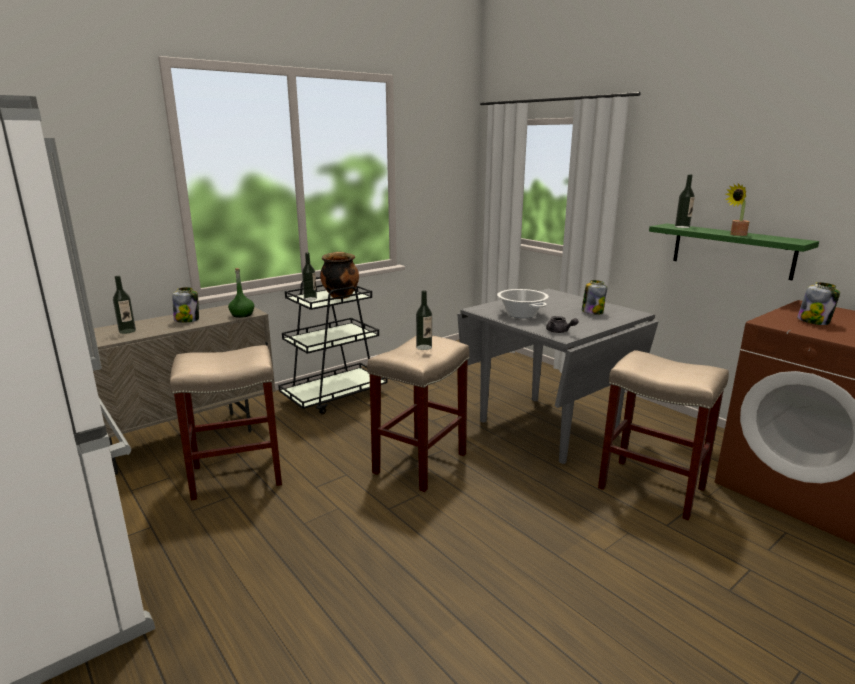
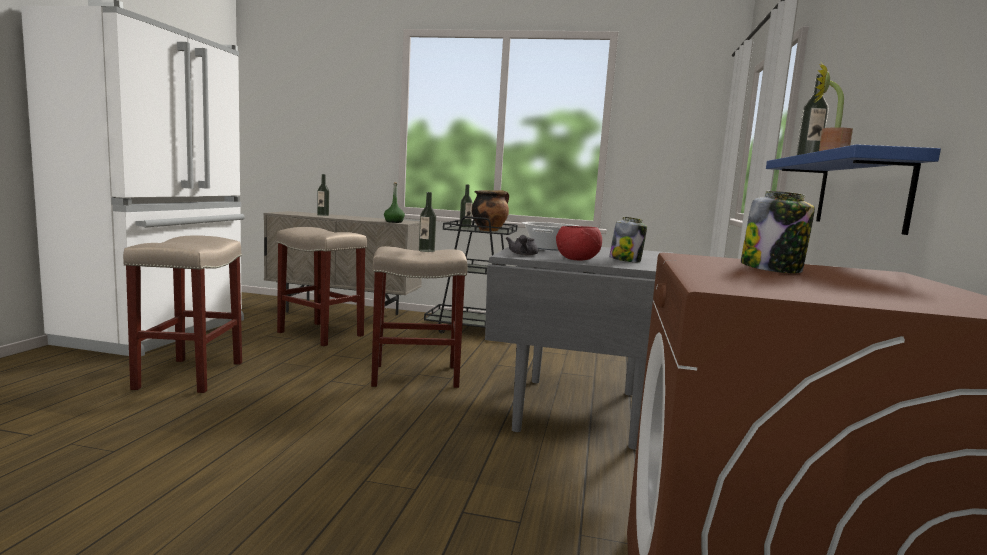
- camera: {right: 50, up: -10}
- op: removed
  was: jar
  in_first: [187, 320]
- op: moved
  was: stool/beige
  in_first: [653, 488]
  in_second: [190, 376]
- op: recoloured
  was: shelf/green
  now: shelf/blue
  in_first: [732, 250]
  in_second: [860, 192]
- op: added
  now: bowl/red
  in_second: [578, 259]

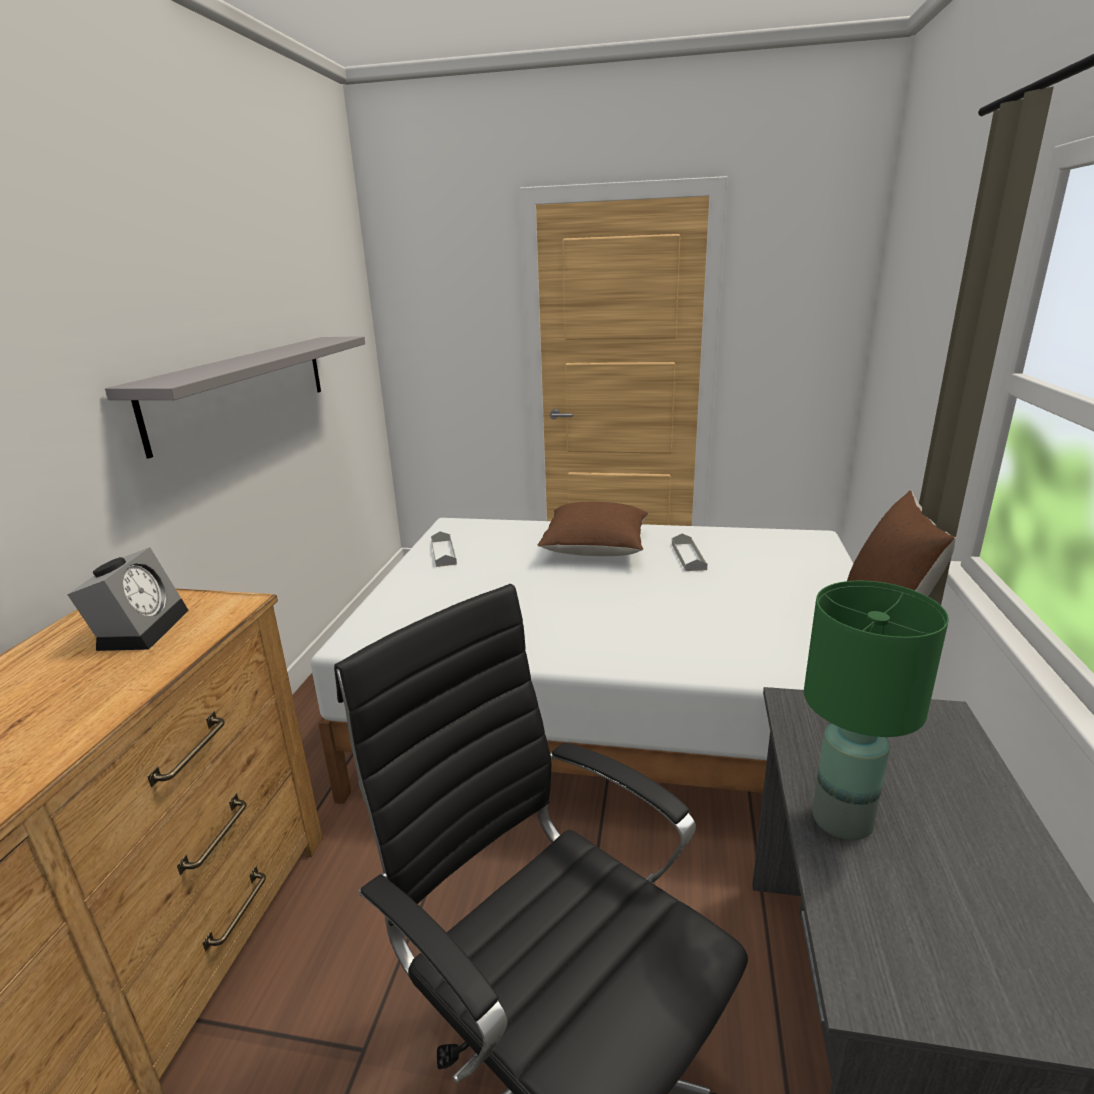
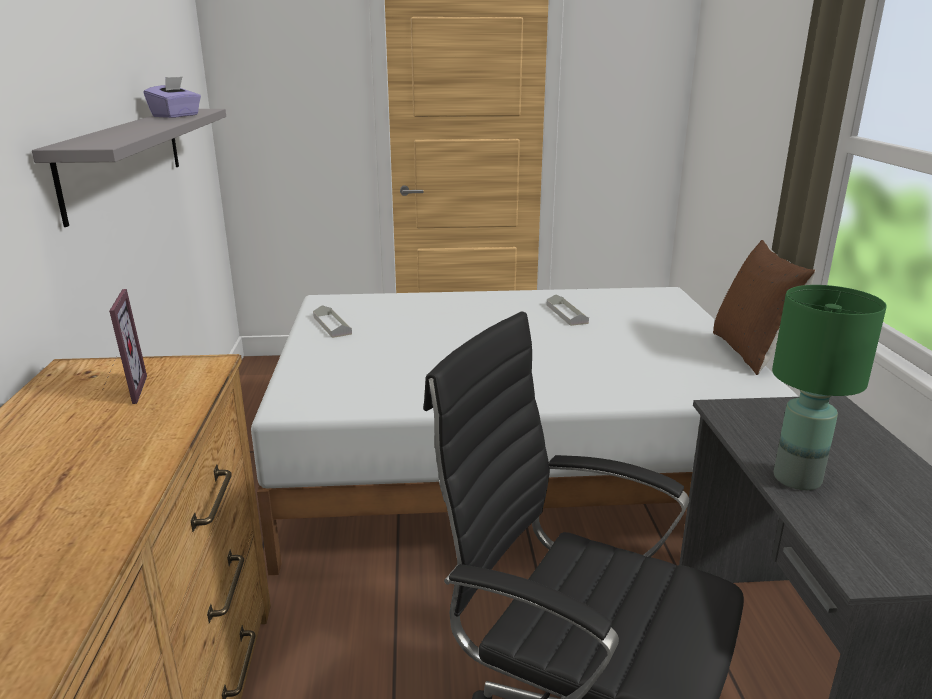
- camera: {right: -15, up: 0}
- op: replaced
  was: alarm clock
  now: picture frame
  in_first: [141, 628]
  in_second: [122, 391]
- op: removed
  was: pillow/brown
  in_first: [595, 548]
- op: added
  now: tissue box/purple
  in_second: [176, 116]

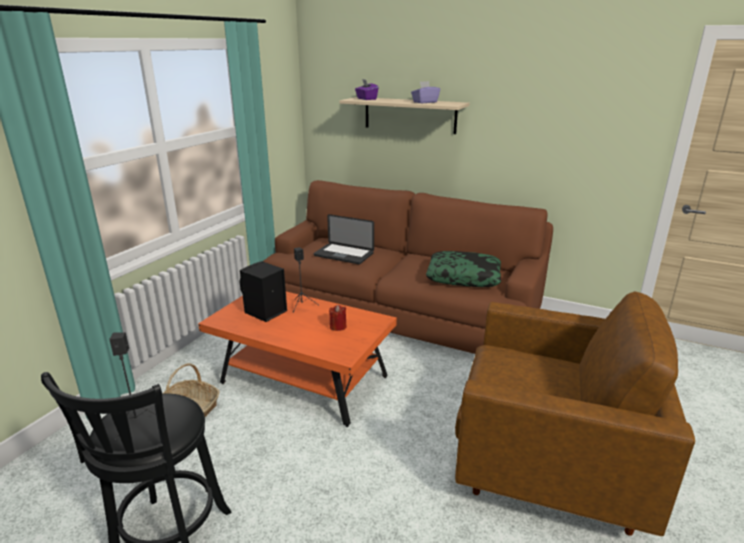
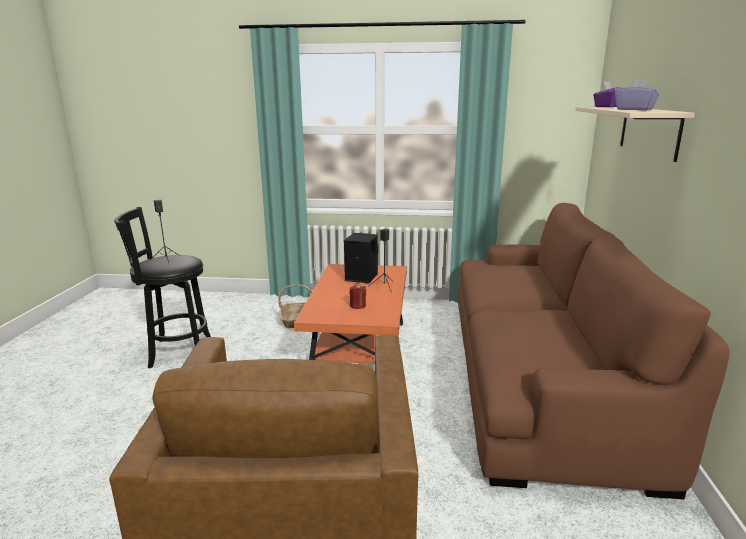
- camera: {right: 70, up: -5}
- op: removed
  was: laptop
  in_first: [343, 254]
- op: removed
  was: pillow
  in_first: [463, 277]

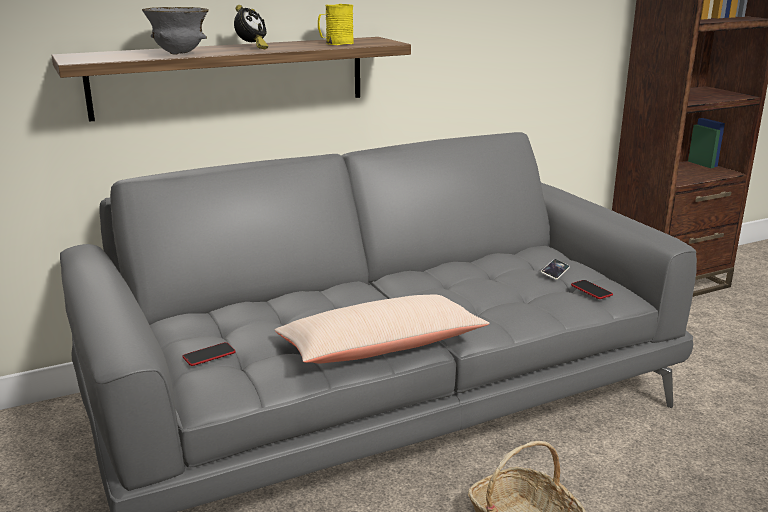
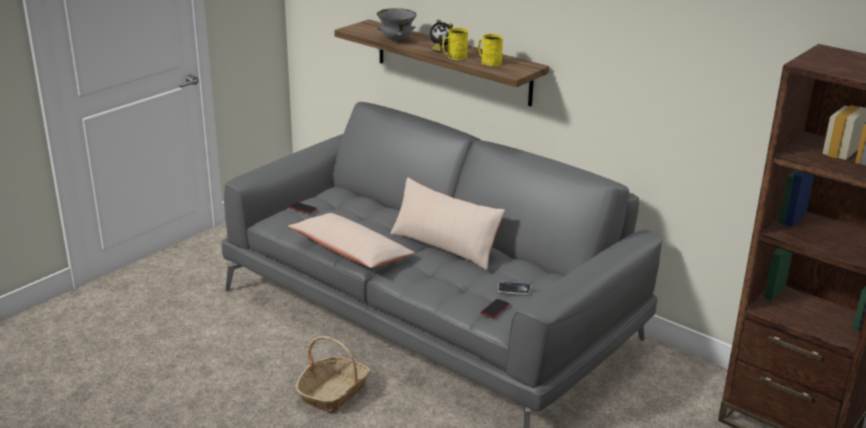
- camera: {right: 65, up: 5}
- op: added
  now: pillow/beige
  in_second: [445, 246]
- op: added
  now: mug/yellow
  in_second: [454, 57]

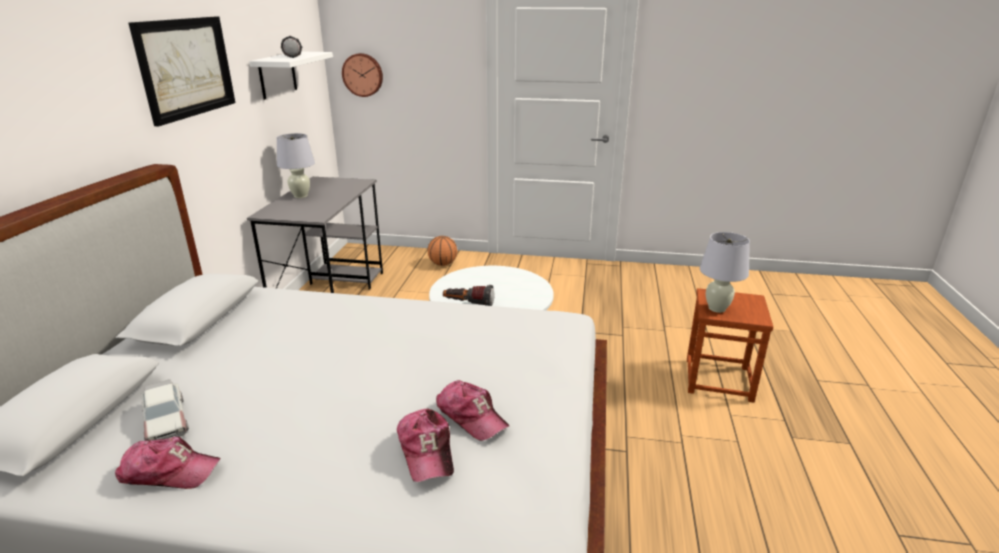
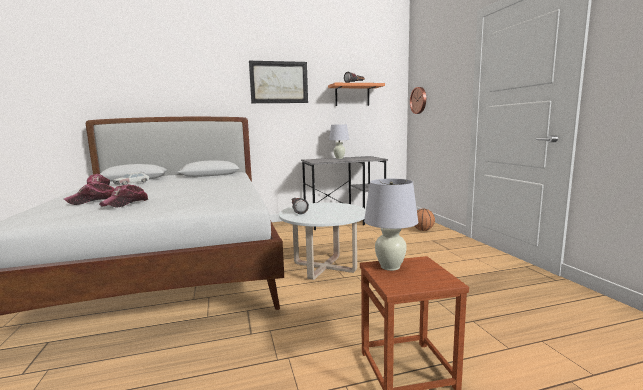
- camera: {right: 65, up: -15}
- op: recoloured
  was: shelf/white
  now: shelf/orange
  in_first: [277, 75]
  in_second: [352, 95]

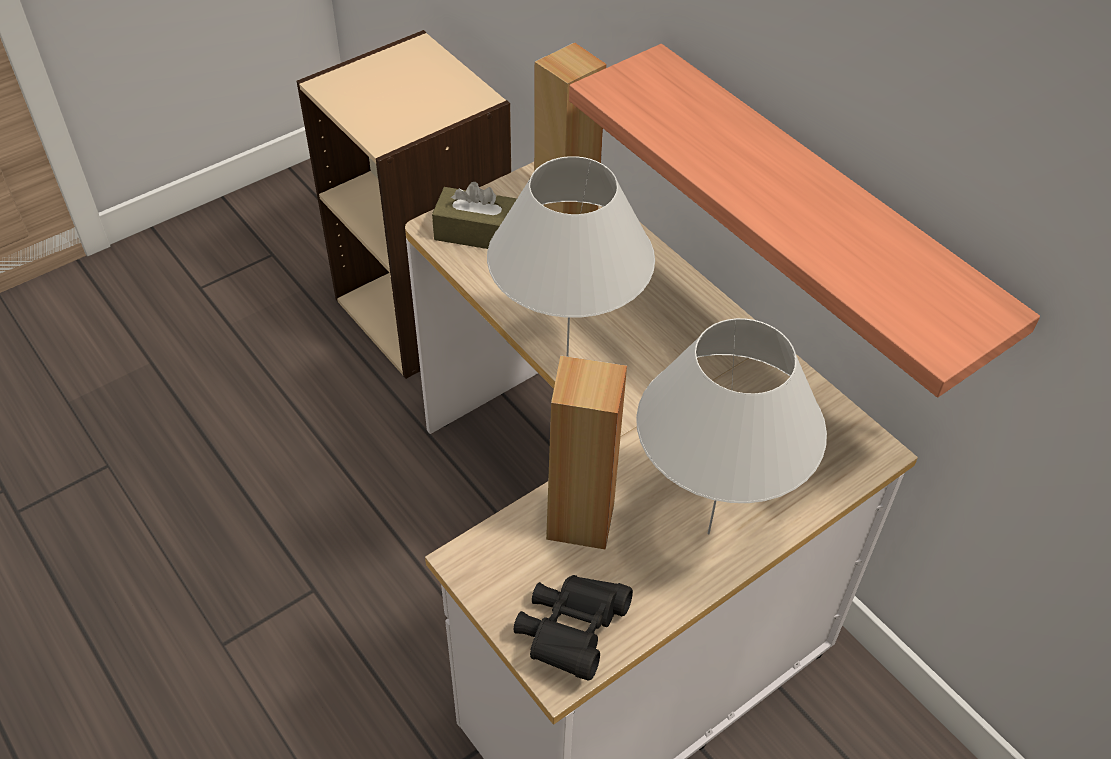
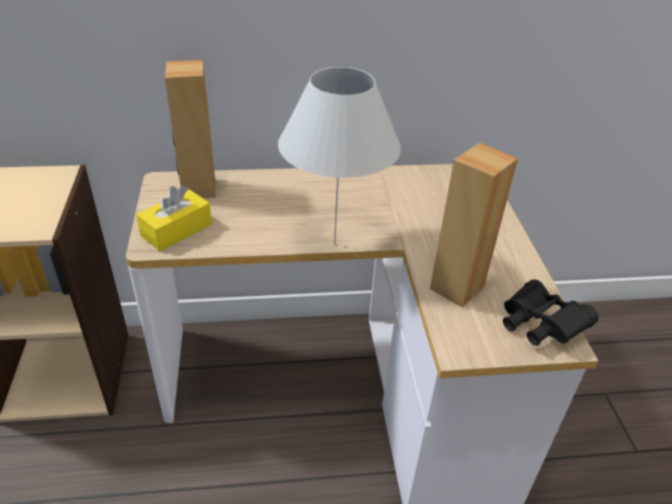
- camera: {right: -60, up: -10}
- op: recoloured
  was: tissue box/brown
  now: tissue box/yellow
  in_first: [478, 232]
  in_second: [176, 230]
- op: removed
  was: shelf
  in_first: [818, 212]
- op: removed
  was: table lamp/white
  in_first: [709, 533]

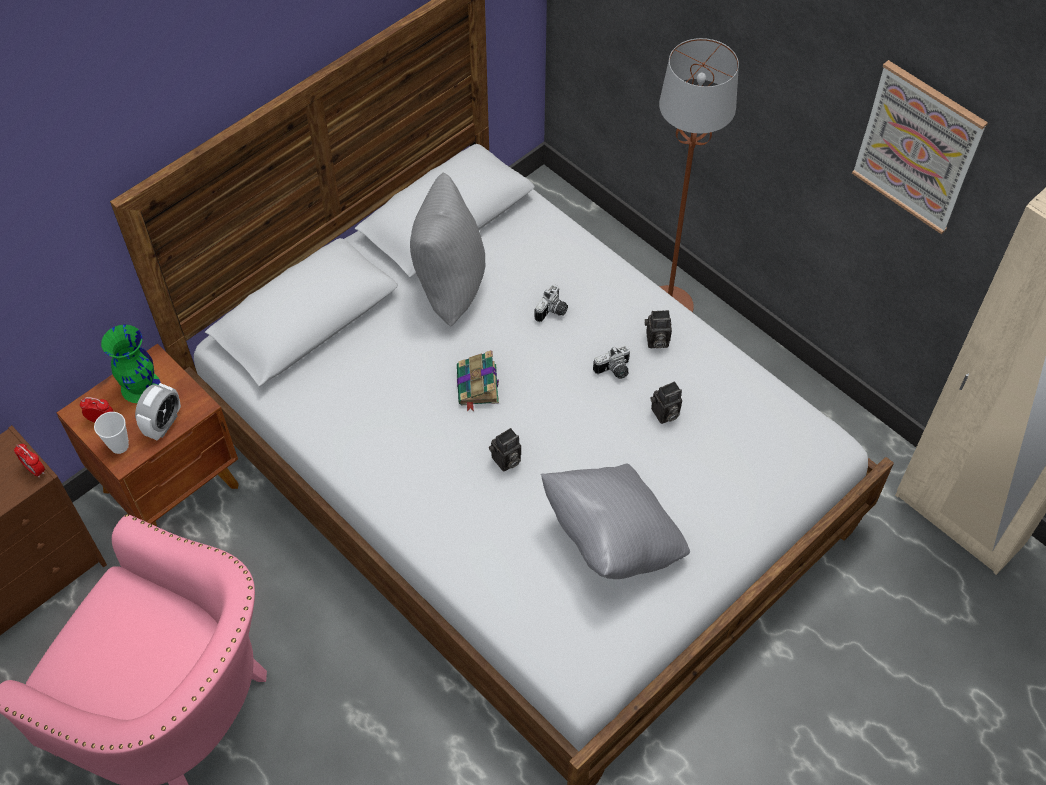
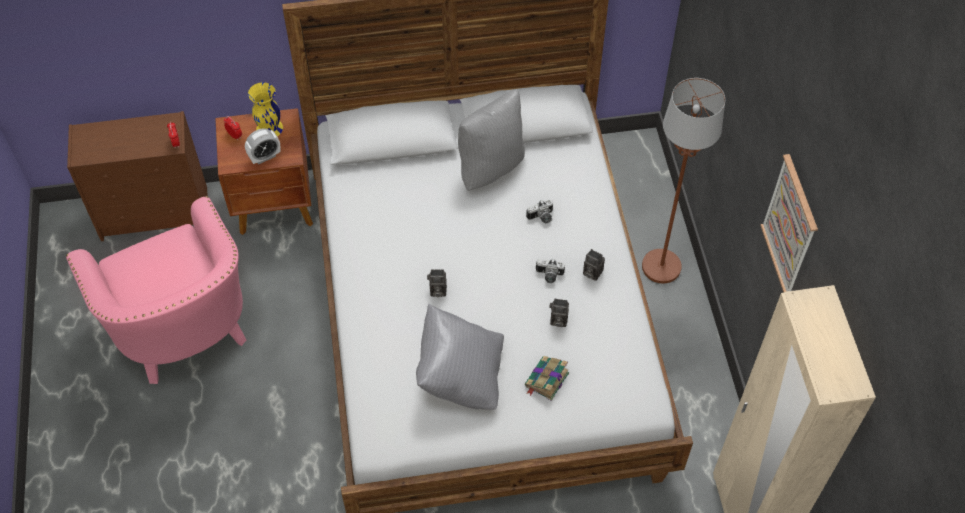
- camera: {right: 35, up: 0}
- op: removed
  was: cup
  in_first: [119, 446]
- op: recoloured
  was: vase/green
  now: vase/yellow
  in_first: [140, 387]
  in_second: [269, 128]
- op: moved
  was: book
  in_first: [477, 386]
  in_second: [546, 380]

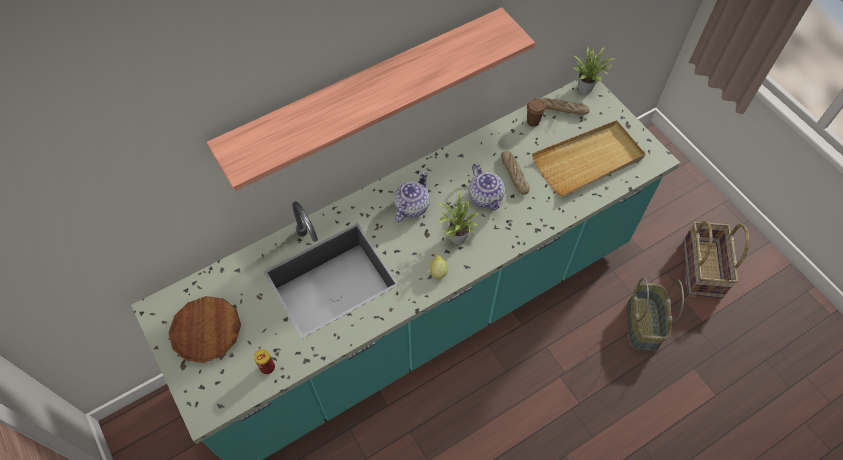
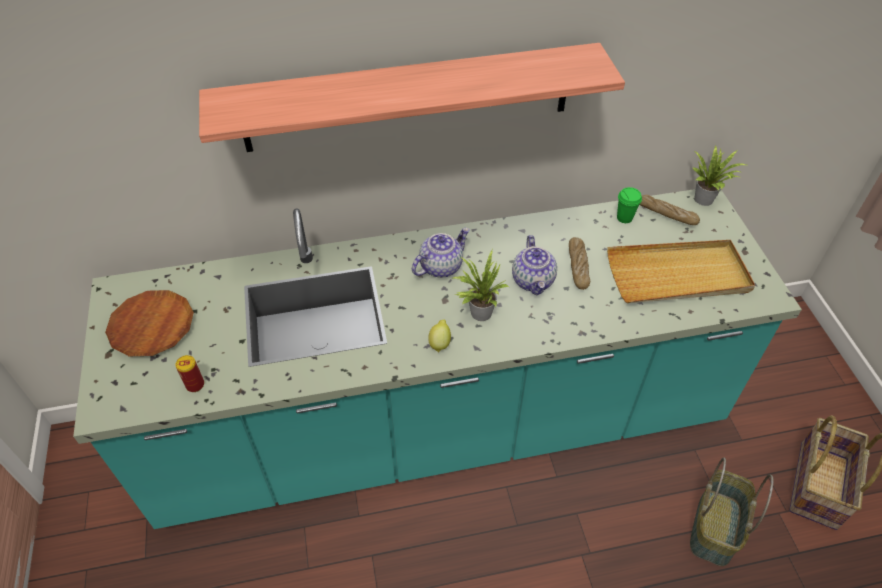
- camera: {right: 20, up: -10}
- op: recoloured
  was: cup/brown
  now: cup/green
  in_first: [533, 121]
  in_second: [624, 218]

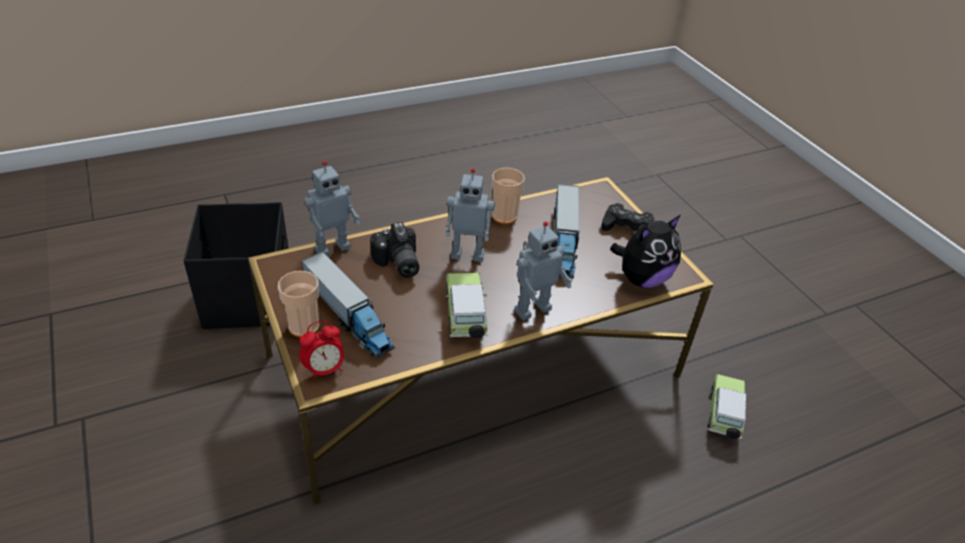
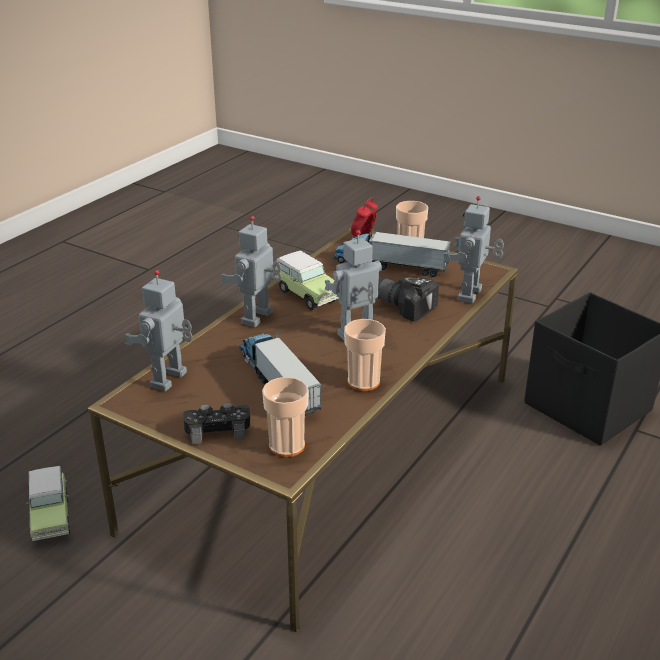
- camera: {right: 150, up: -10}
- op: replaced
  was: plush toy
  now: toy robot
  in_first: [642, 278]
  in_second: [170, 380]
- op: added
  now: cup
  in_second: [287, 446]

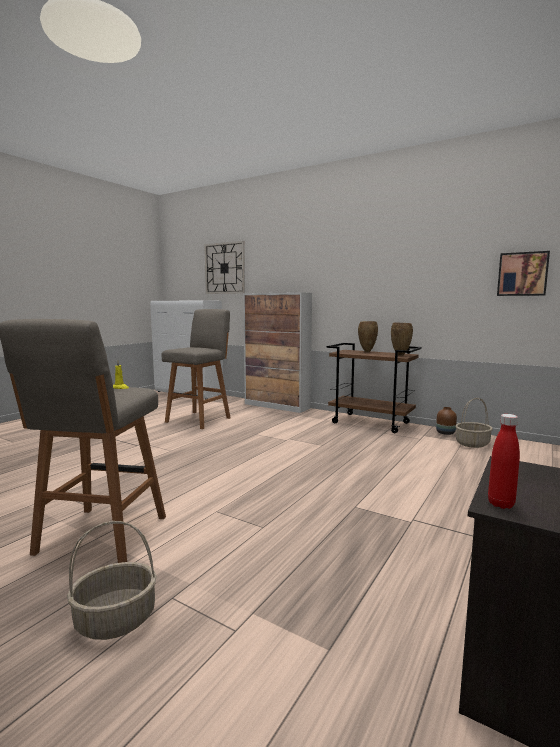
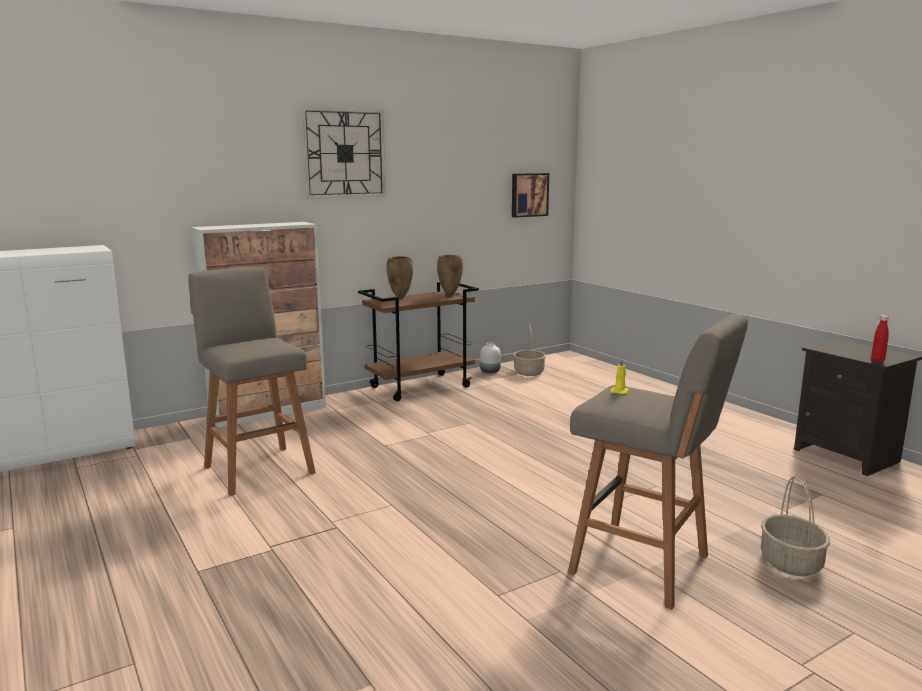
- camera: {right: -65, up: 5}
- op: moved
  was: wall clock
  in_first: [225, 268]
  in_second: [344, 153]
- op: recoloured
  was: vase/brown
  now: vase/white
  in_first: [446, 433]
  in_second: [490, 371]

